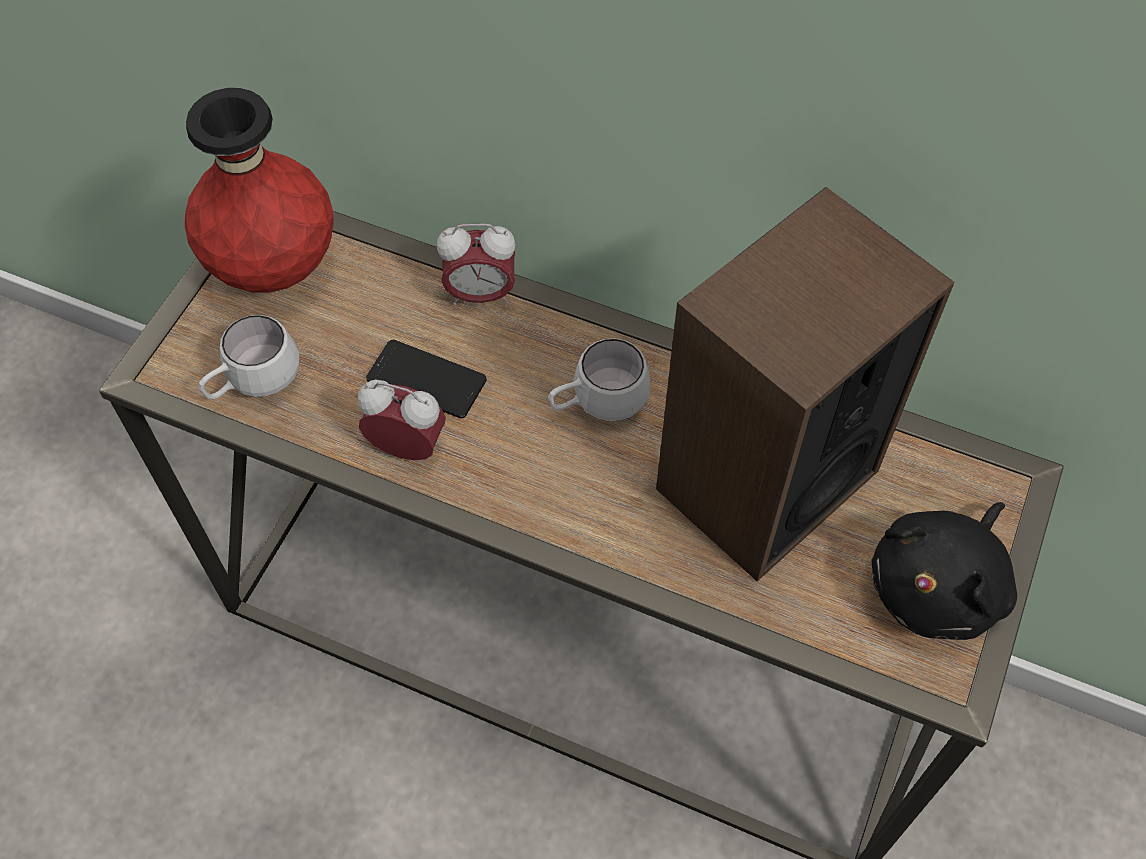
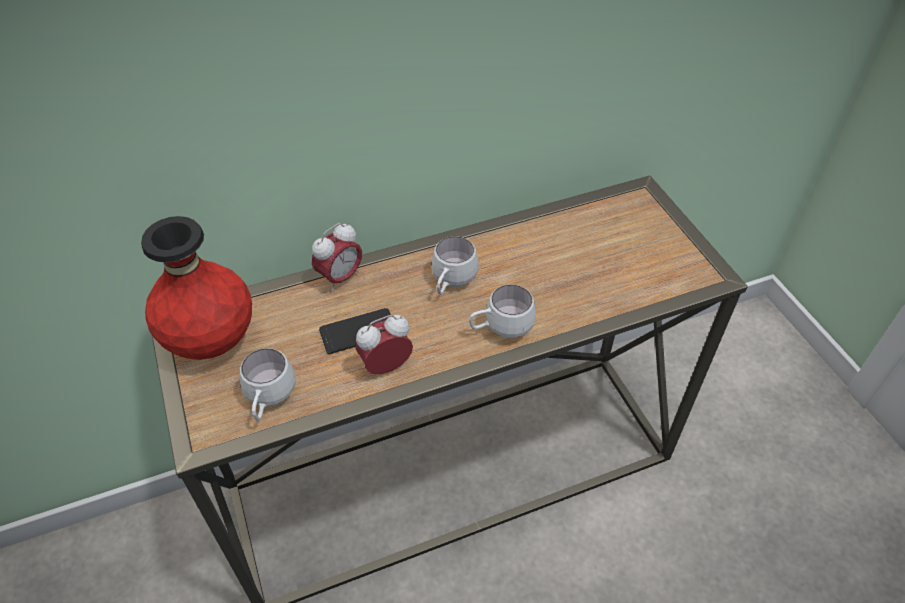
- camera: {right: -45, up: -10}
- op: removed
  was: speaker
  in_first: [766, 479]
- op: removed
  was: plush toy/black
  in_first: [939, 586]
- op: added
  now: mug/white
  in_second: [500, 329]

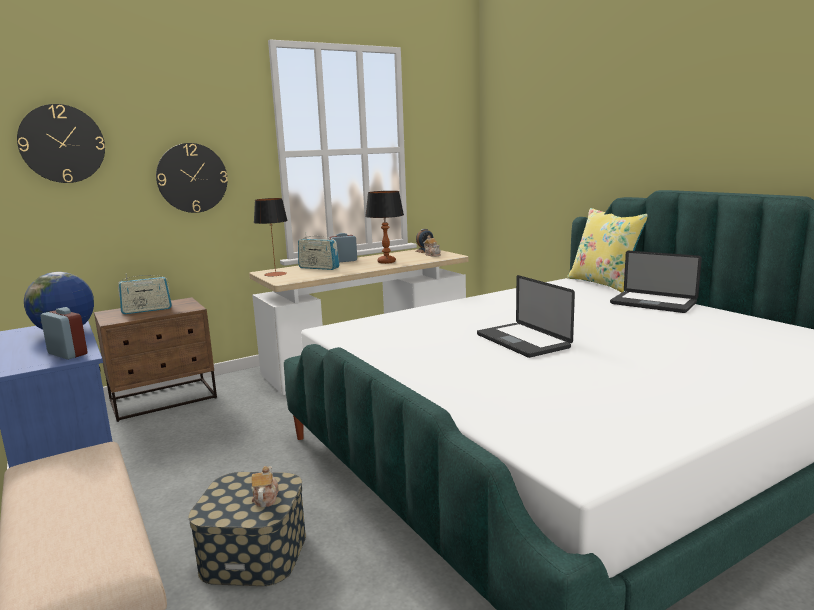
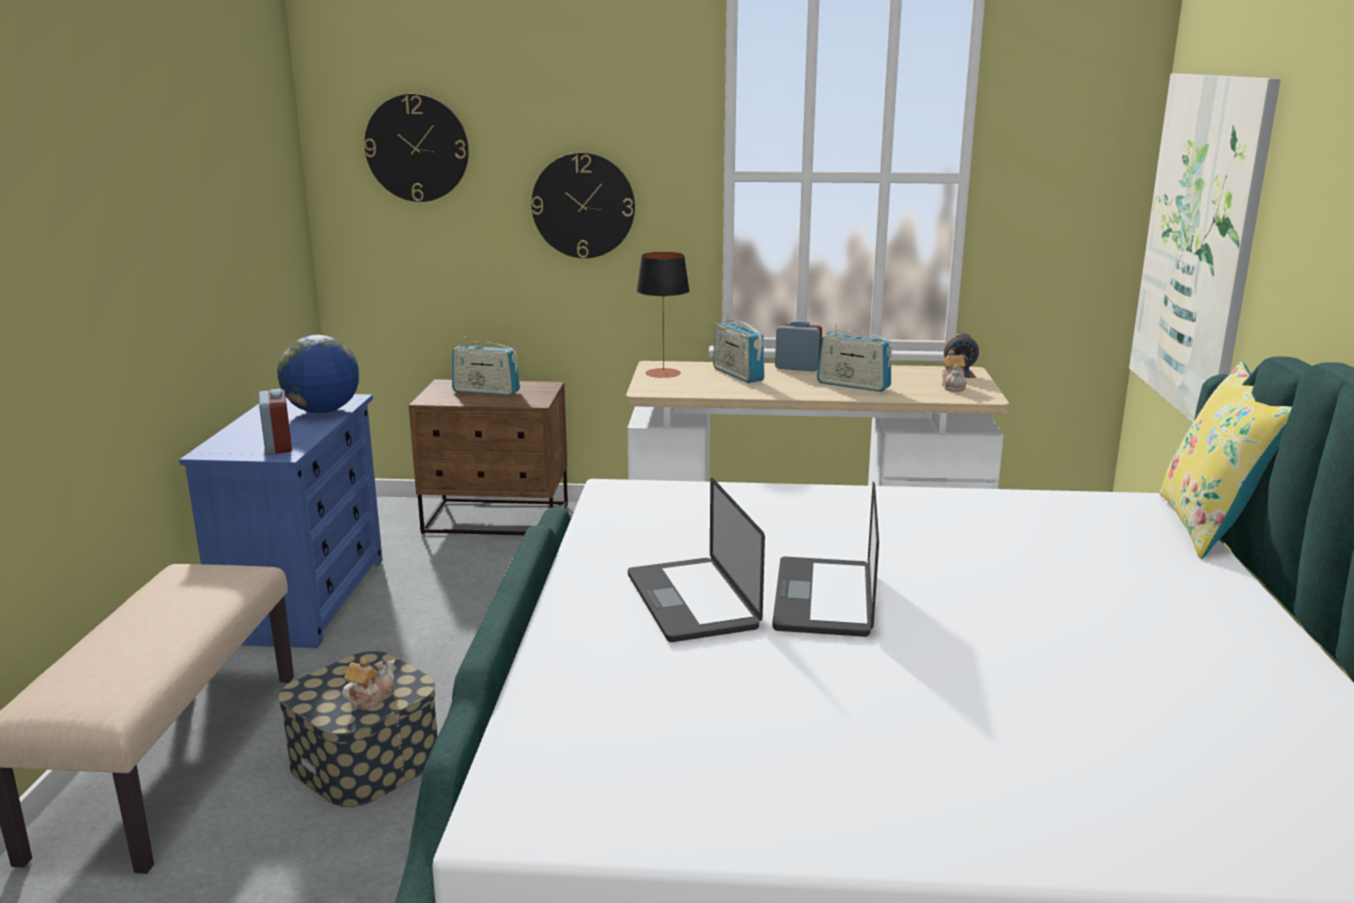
- camera: {right: 35, up: 5}
- op: replaced
  was: table lamp
  now: radio
  in_first: [387, 262]
  in_second: [853, 385]
- op: moved
  was: laptop
  in_first: [653, 303]
  in_second: [691, 601]
- op: added
  now: picture
  in_second: [1198, 245]

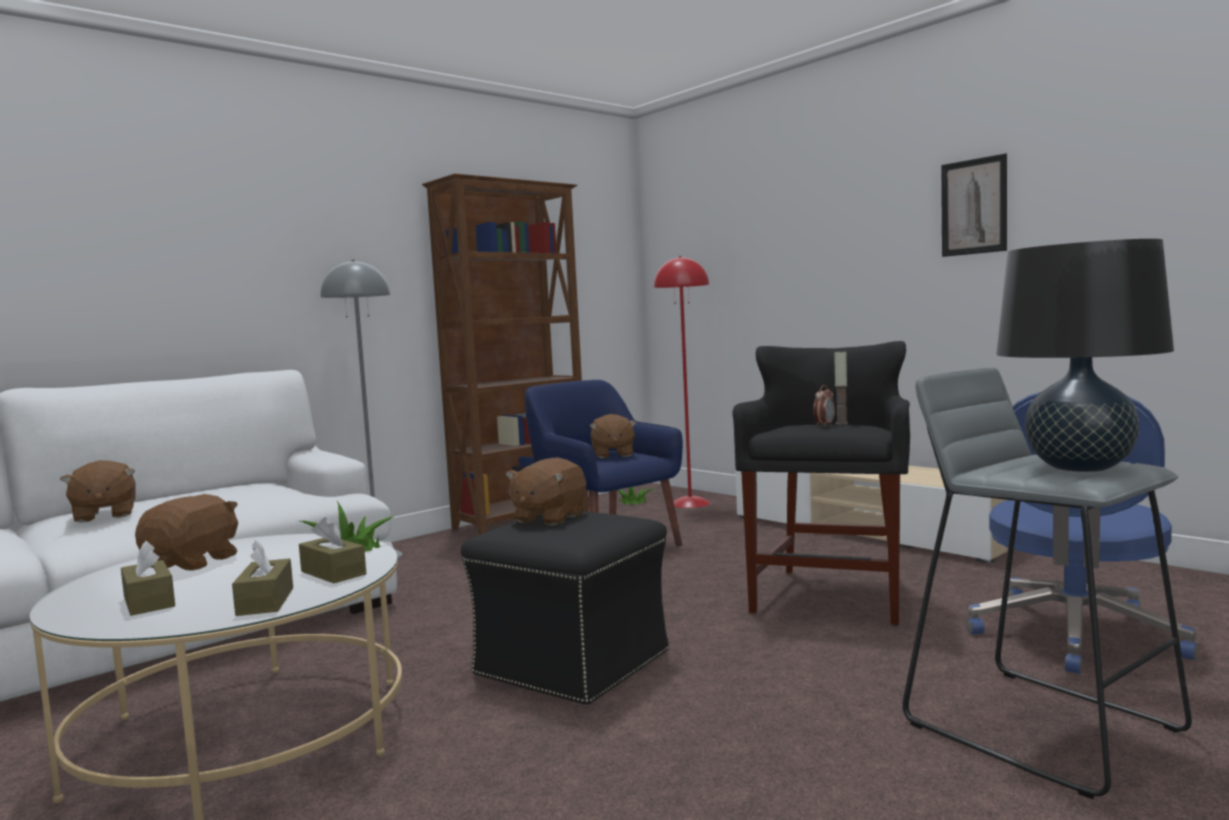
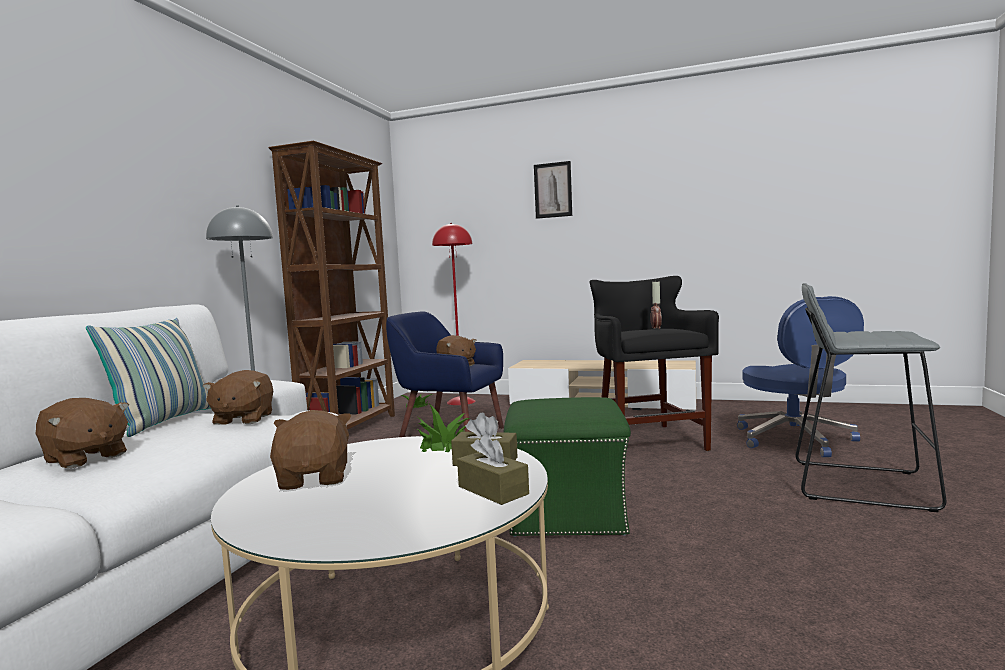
- camera: {right: -30, up: 0}
- op: removed
  was: tissue box/brown
  in_first: [149, 602]
- op: recoloured
  was: ottoman/black
  now: ottoman/green
  in_first: [574, 664]
  in_second: [568, 512]
- op: moved
  was: plush toy/brown
  in_first: [548, 518]
  in_second: [243, 419]
- op: moved
  was: picture
  in_first: [974, 207]
  in_second: [553, 190]
- op: removed
  was: table lamp/black
  in_first: [1080, 467]
- op: added
  now: pillow
  in_second: [163, 421]

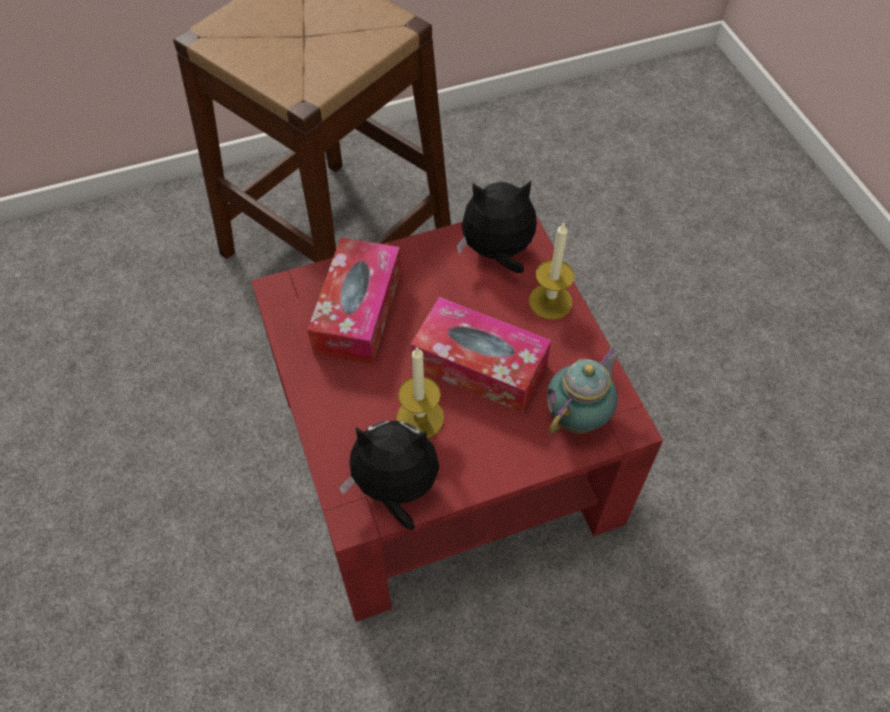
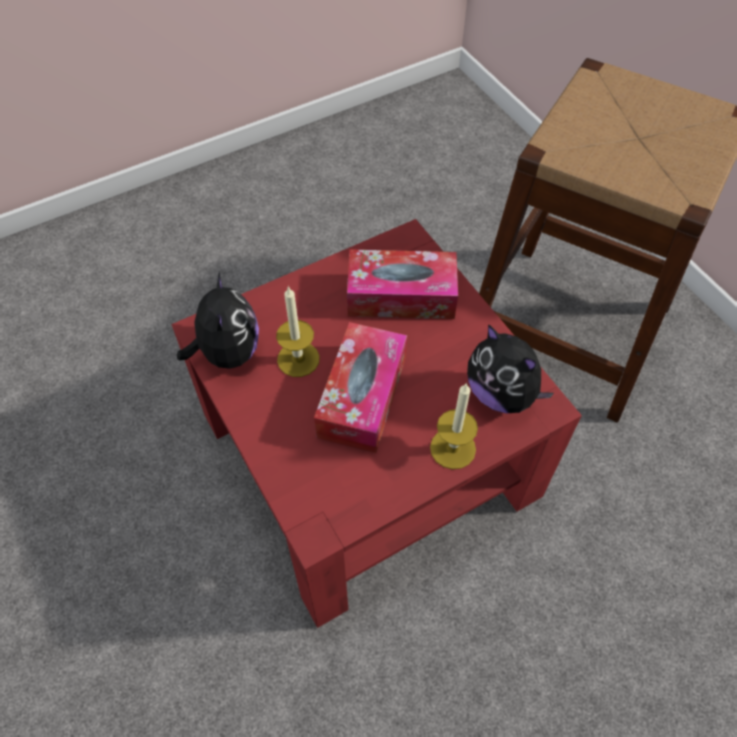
- camera: {right: 80, up: 0}
- op: turned
  was: plush toy
  in_first: [497, 253]
  in_second: [501, 394]
  clockwise: 150
- op: removed
  was: teapot
  in_first: [579, 416]

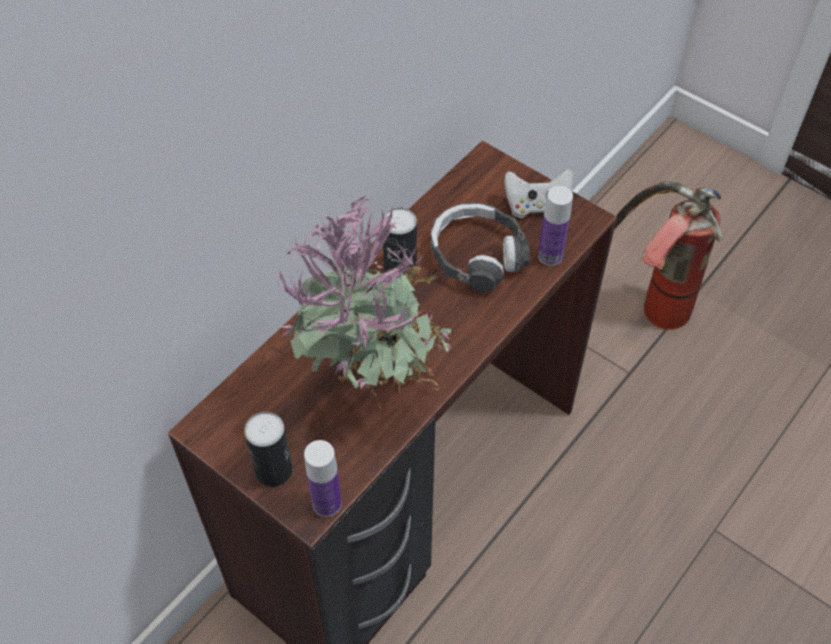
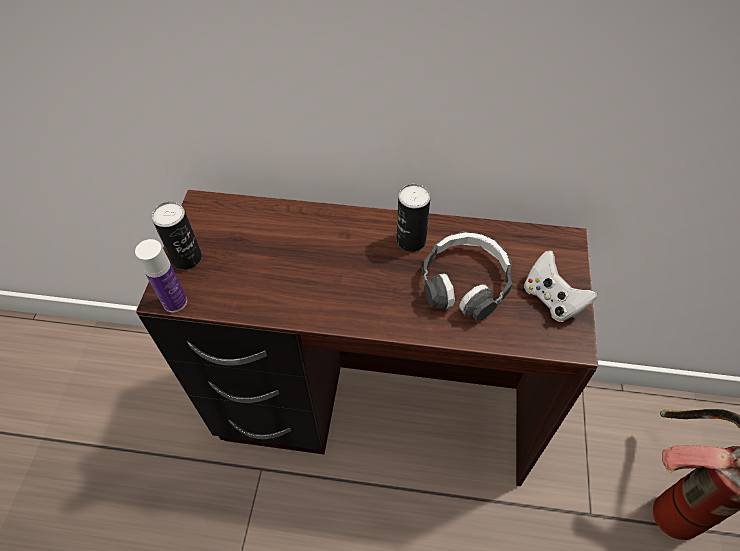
- camera: {right: 60, up: 0}
- op: removed
  was: potted plant
  in_first: [373, 390]
- op: removed
  was: bottle
  in_first: [550, 256]

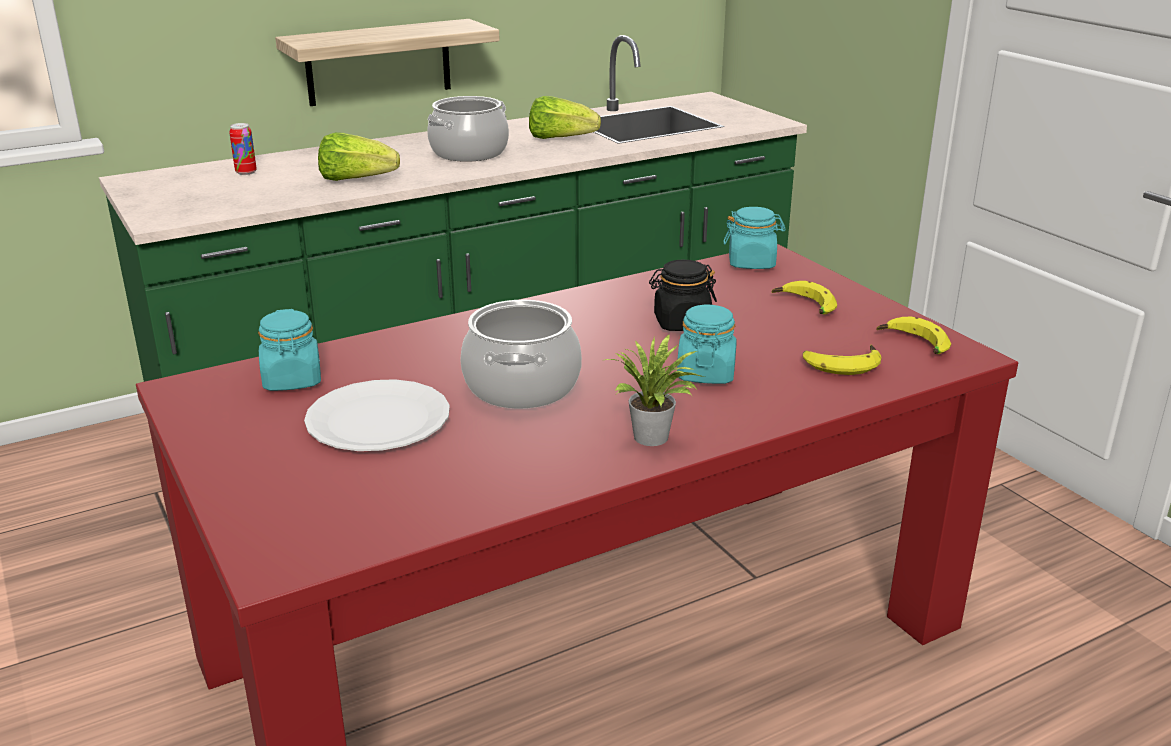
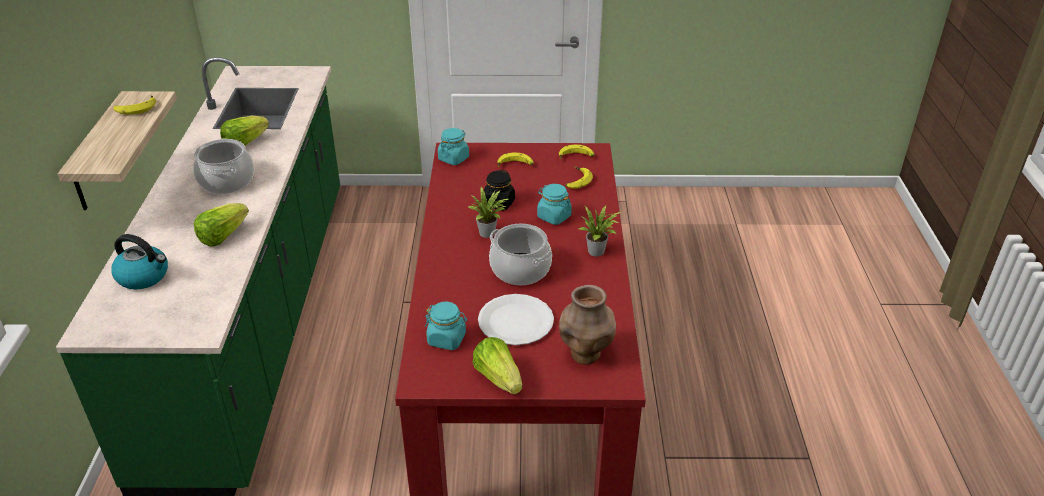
- camera: {right: -60, up: 10}
- op: replaced
  was: can
  now: kettle
  in_first: [246, 172]
  in_second: [144, 276]
- op: added
  now: banana
  in_second: [136, 108]
- op: added
  now: potted plant
  in_second: [489, 233]
- op: added
  now: lettuce
  in_second: [498, 378]
- op: added
  now: vase/brown
  in_second: [585, 354]

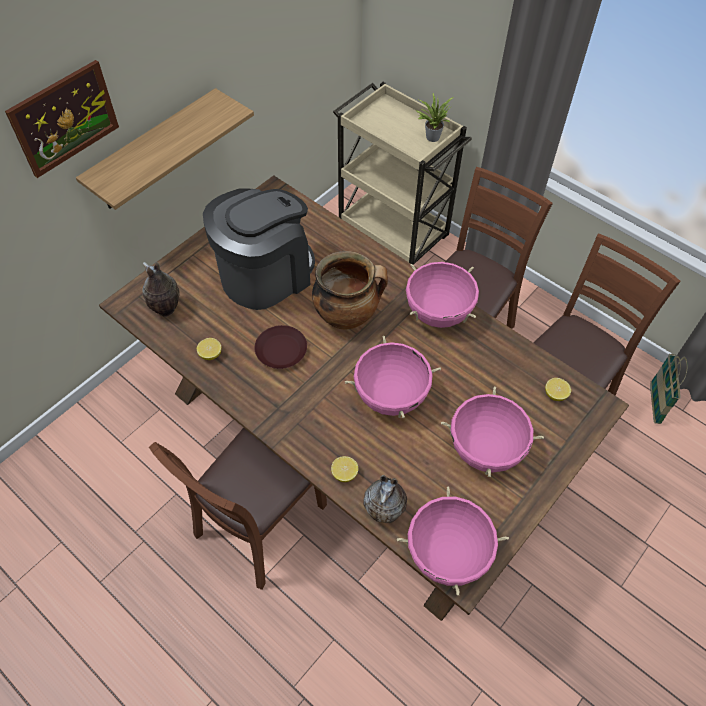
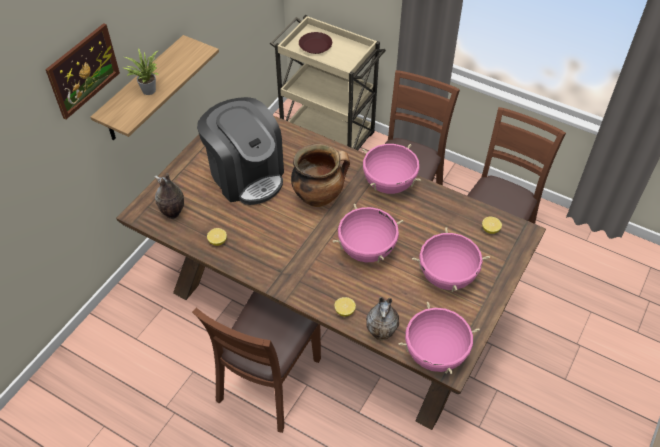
- camera: {right: -10, up: -5}
- op: turned
  was: coffee machine
  in_first: [265, 274]
  in_second: [246, 175]
  clockwise: 105
- op: moved
  was: plate/brown
  in_first: [281, 351]
  in_second: [315, 46]
- op: moved
  was: potted plant
  in_first: [431, 136]
  in_second: [147, 89]
- op: removed
  was: basket
  in_first: [654, 404]

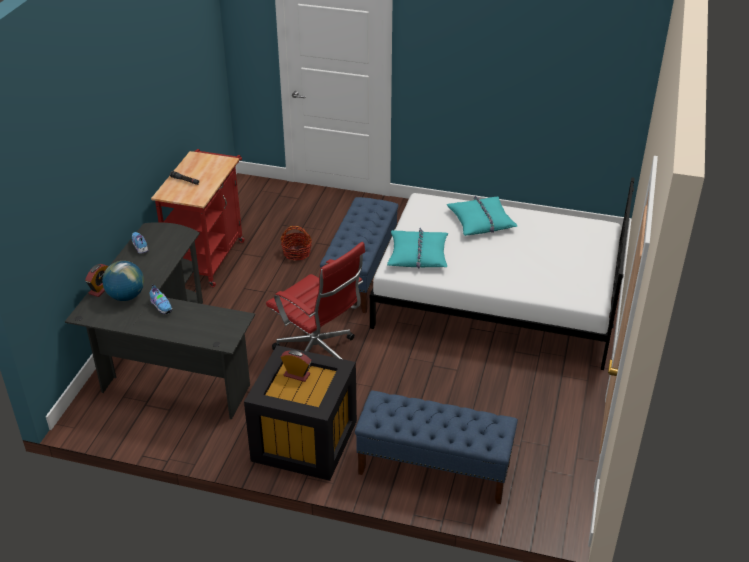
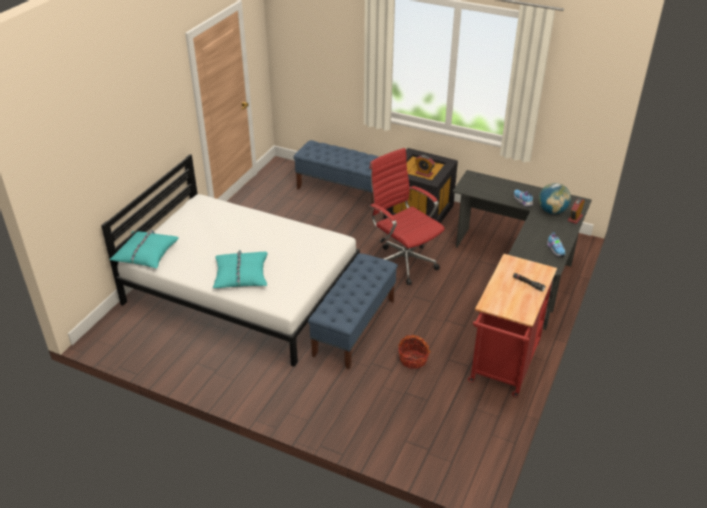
- camera: {right: -170, up: 0}
- op: moved
  was: pillow/turquoise
  in_first: [418, 255]
  in_second: [145, 254]

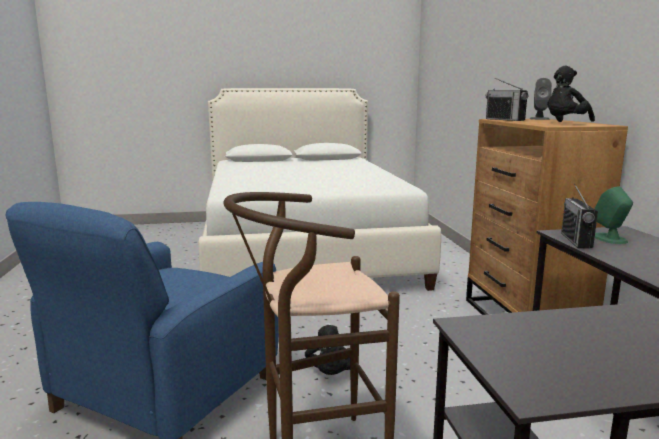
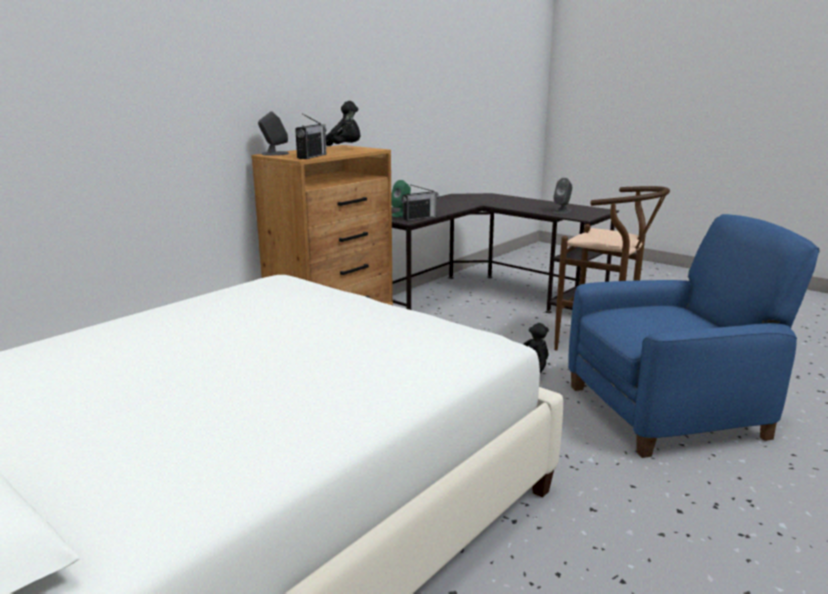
- camera: {right: -130, up: 5}
- op: added
  now: speaker/grey
  in_second: [562, 211]

